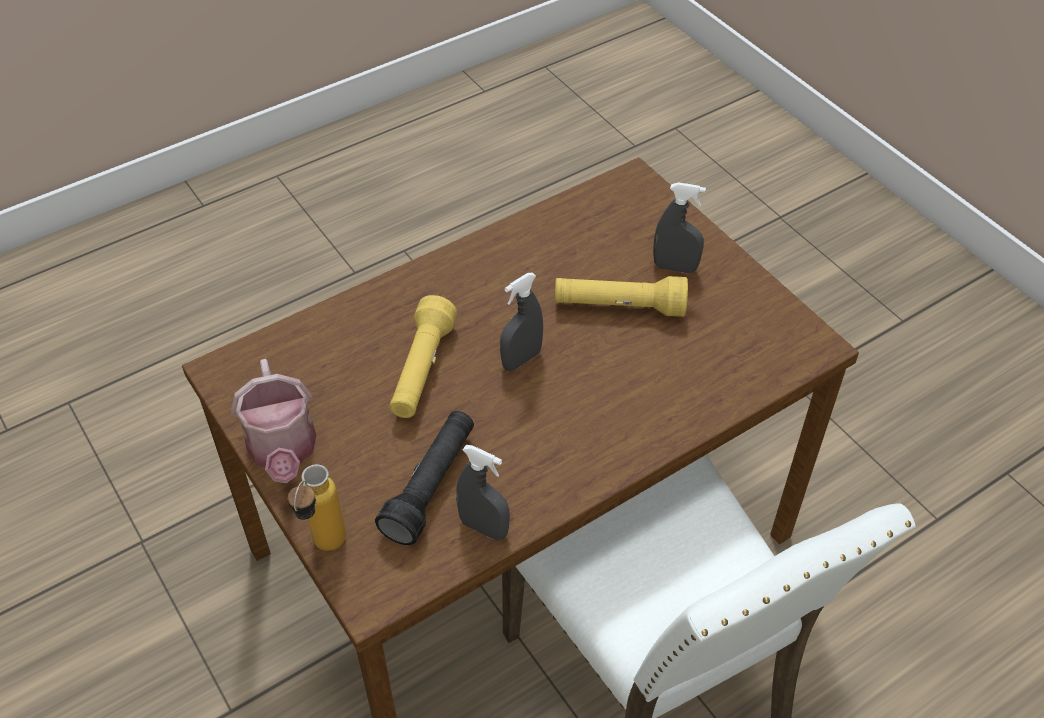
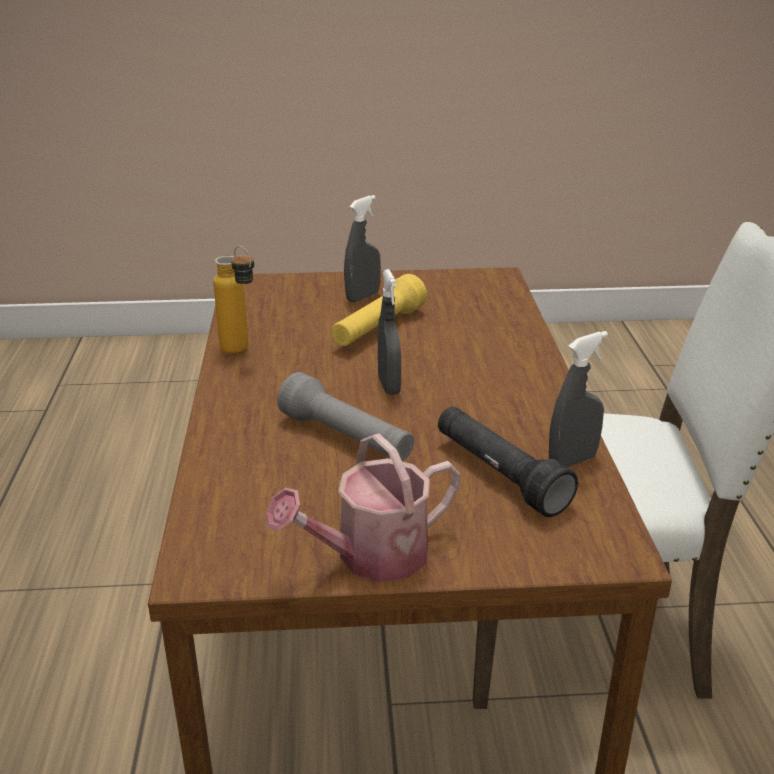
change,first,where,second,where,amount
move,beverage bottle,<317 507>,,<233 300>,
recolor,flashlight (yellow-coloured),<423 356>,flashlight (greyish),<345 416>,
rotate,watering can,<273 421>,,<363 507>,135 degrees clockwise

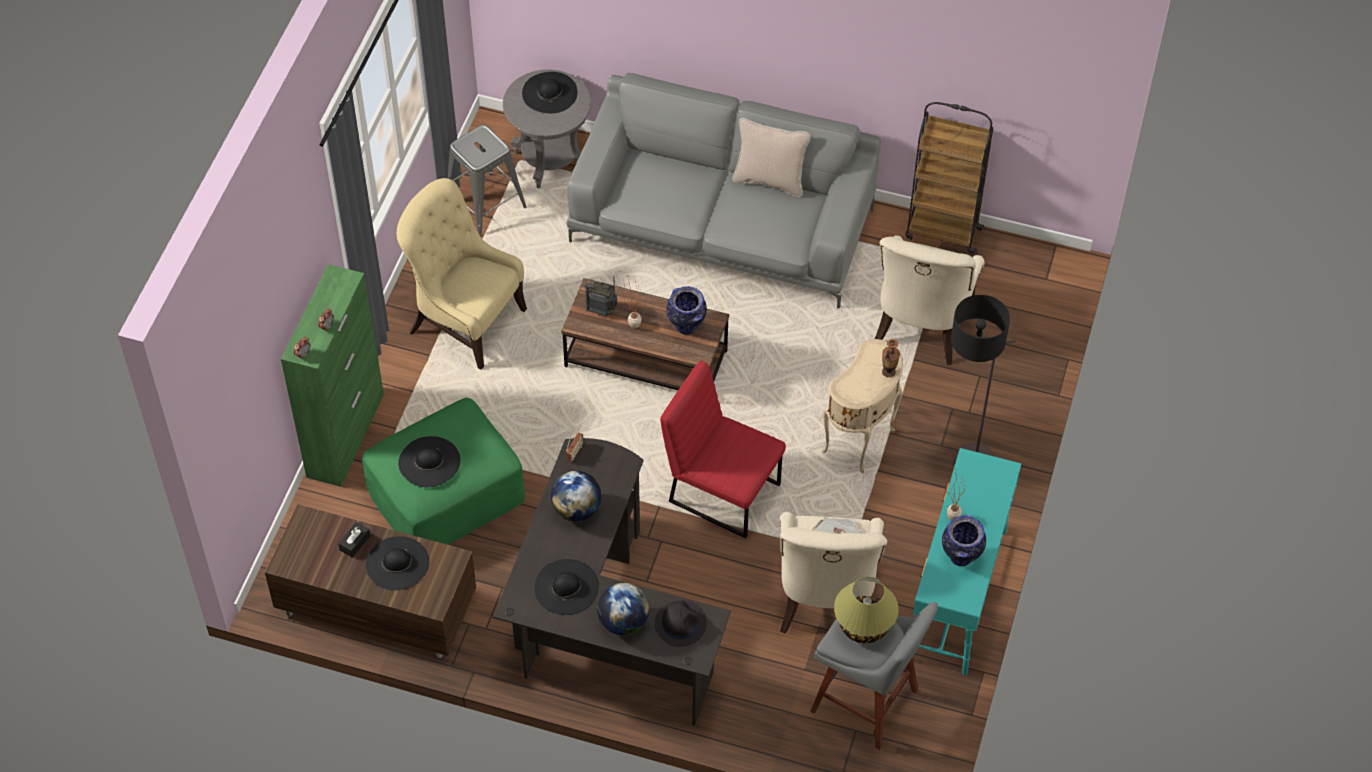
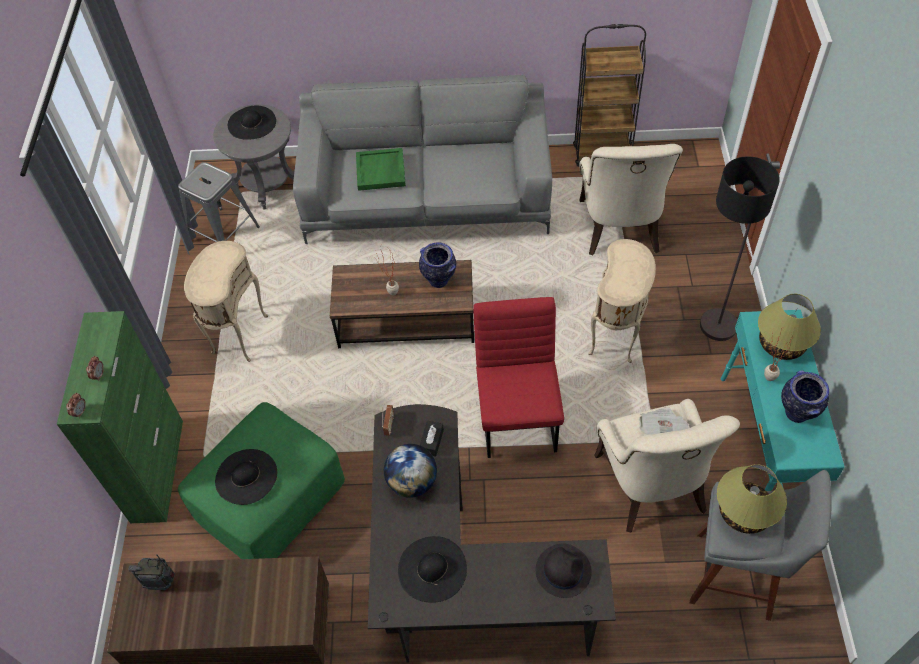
change,first,where,second,where,amount
delete,hat (black),<397 563>,,,
delete,desk globe,<623 609>,,,
delete,throw pillow (beige),<771 157>,,,
delete,flower vase,<891 358>,,,
insert,,,tray (green-coloured),<381 169>,
insert,,,lamp for a table,<789 327>,
move,box of tissues (black),<354 540>,,<432 439>,
move,radio set,<601 296>,,<151 572>,
replace,easy chair (beige),<462 274>,accent table (beige),<226 301>,
rotate,plain chair (red-coloured),<723 450>,,<518 377>,75 degrees clockwise

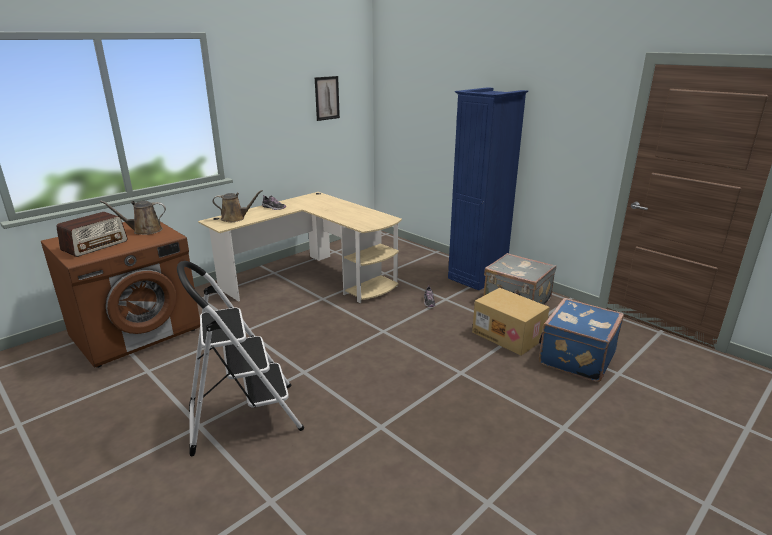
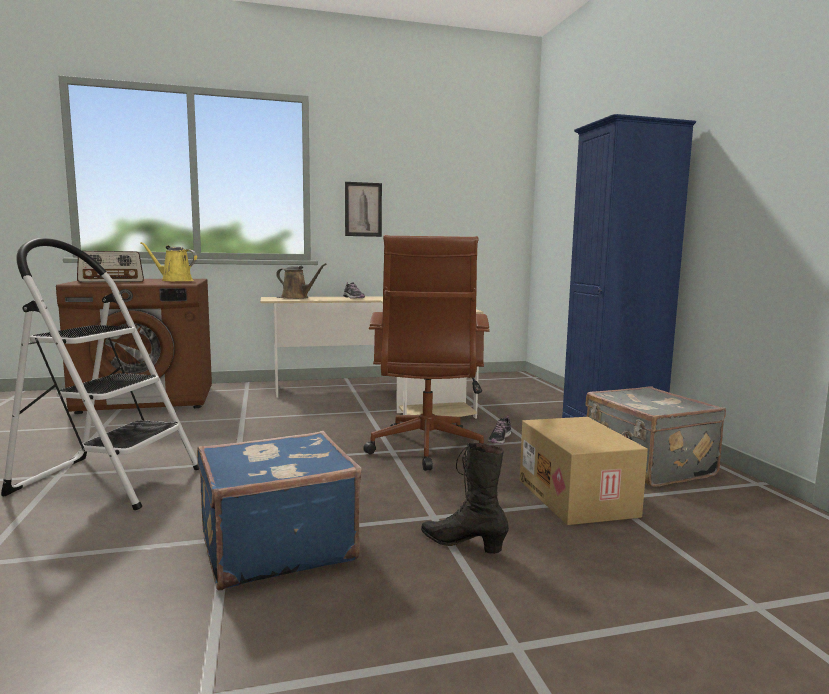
change,first,where,second,where,amount
insert,,,office chair (brownish),<426 353>,
insert,,,tall boot (black),<465 498>,
move,picture,<327 98>,,<363 209>,
move,suitcase (blue),<581 340>,,<279 511>,
recolor,watering can (brownish),<133 217>,watering can (yellow-coloured),<168 261>,

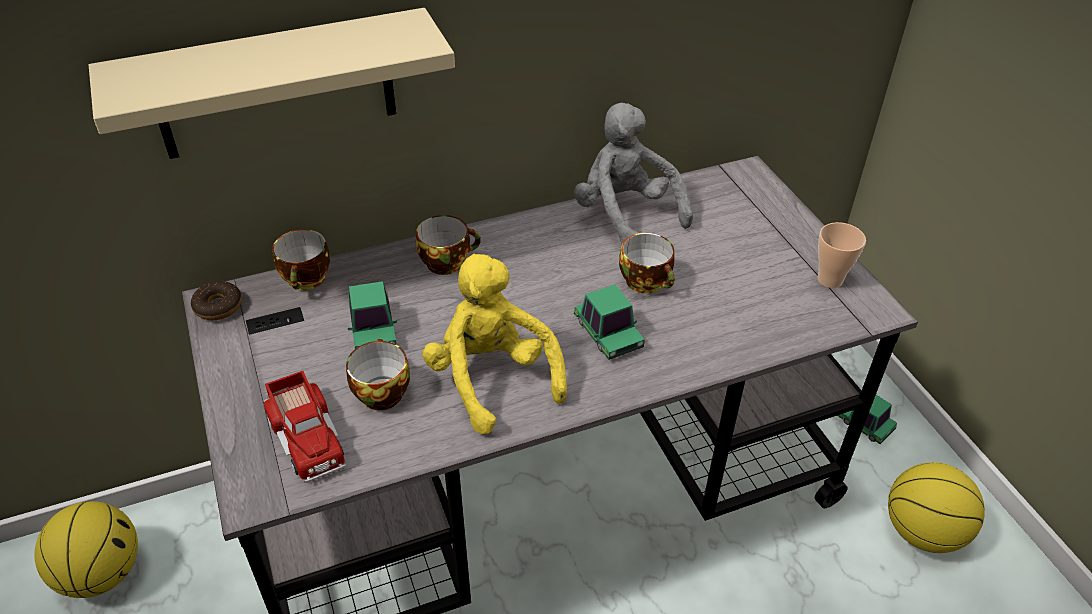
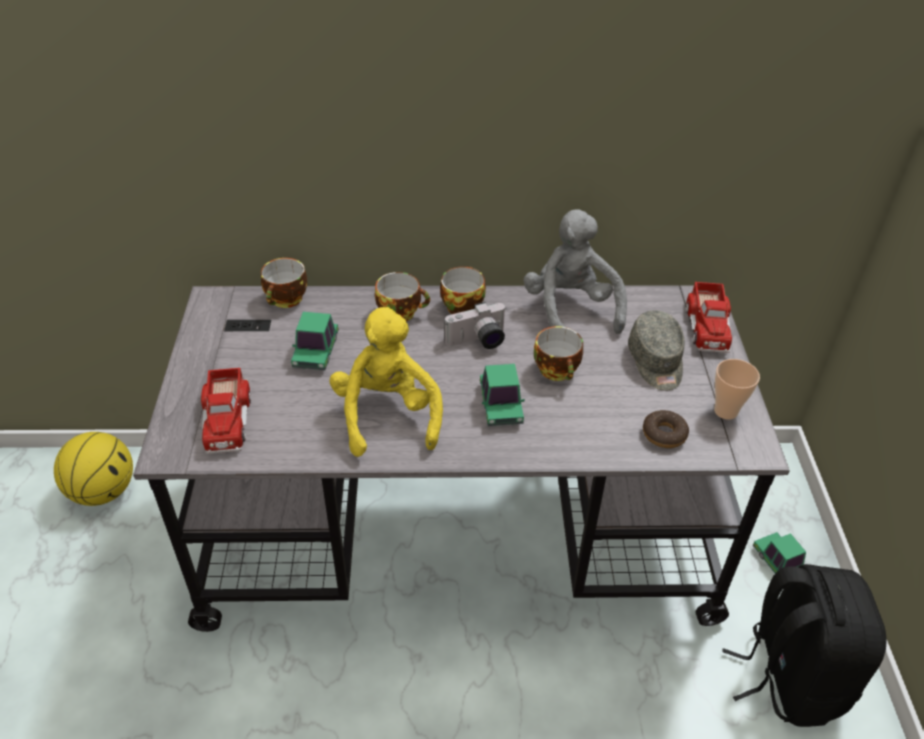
change,first,where,second,where,amount
delete,shelf (beige),<272 83>,,,
insert,,,still camera,<475 325>,
insert,,,cap (greyish),<656 350>,
insert,,,model truck,<709 317>,
move,ring doughnut,<216 300>,,<666 429>,
move,cup,<378 374>,,<463 290>,
replace,basketball,<936 507>,rucksack (black),<804 645>,

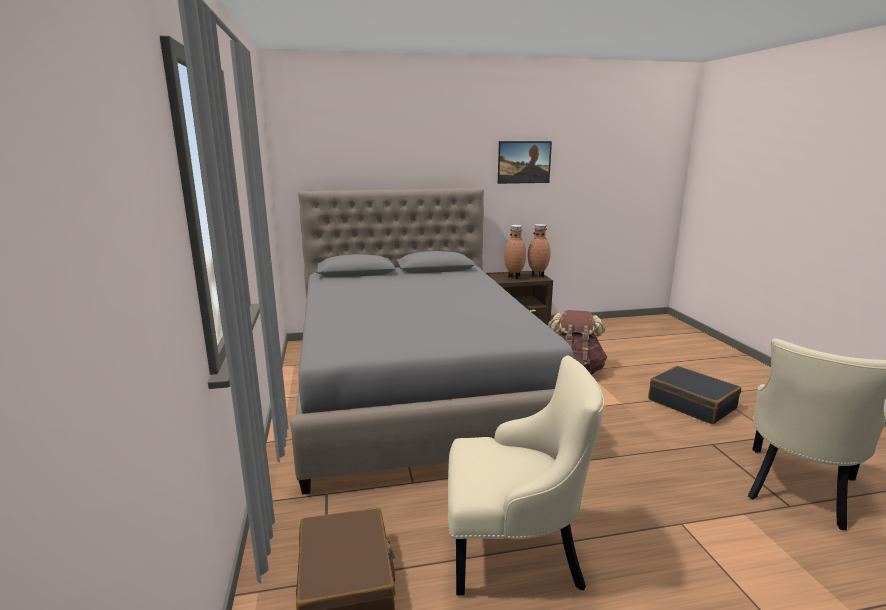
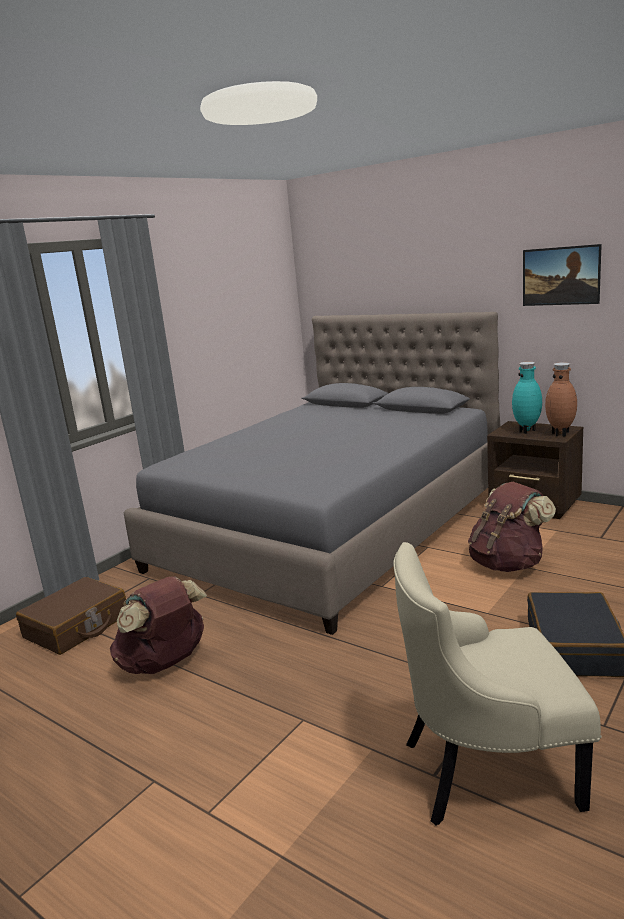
change,first,where,second,where,amount
replace,plain chair (beige),<526 476>,rucksack (brownish),<158 625>,
recolor,flower vase (brownish),<515 252>,flower vase (blue-green),<527 398>,

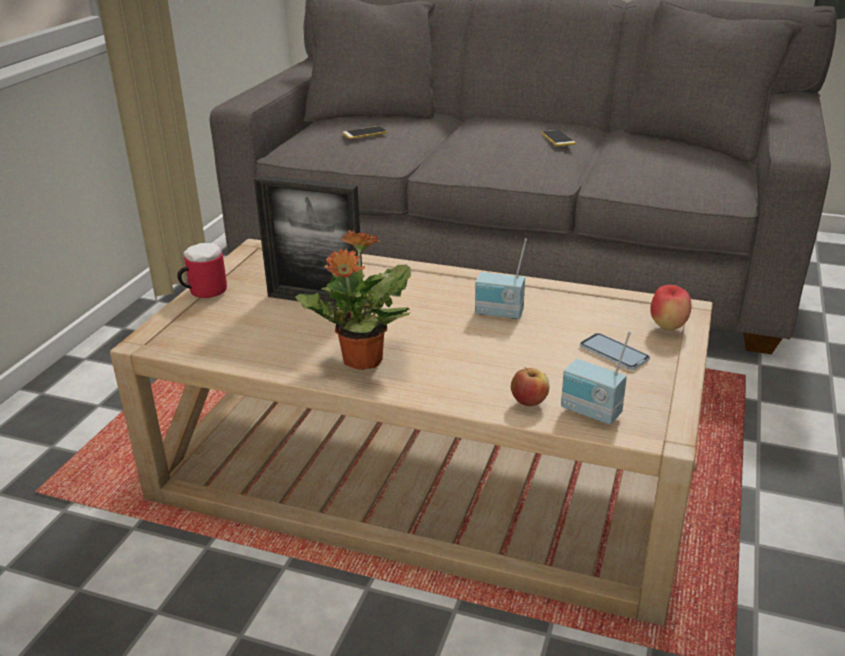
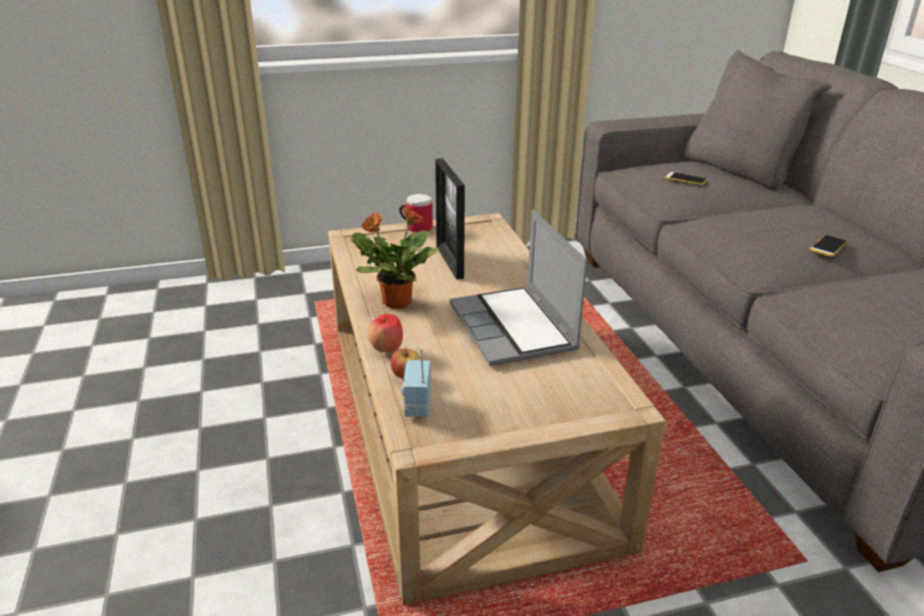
change,first,where,second,where,amount
delete,handset,<615 351>,,,
move,whole apple,<670 307>,,<385 333>,
replace,radio set,<501 278>,laptop,<519 288>,

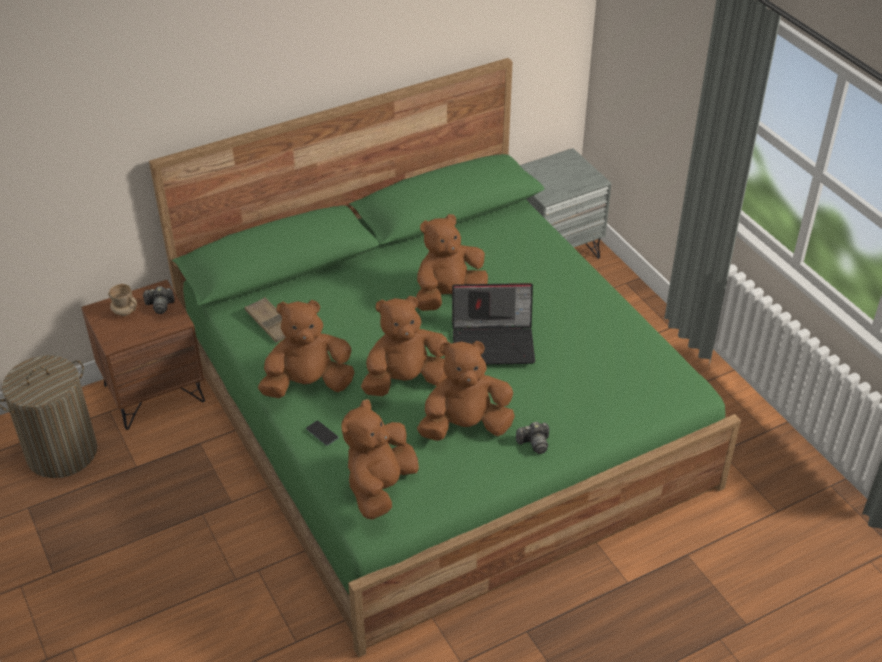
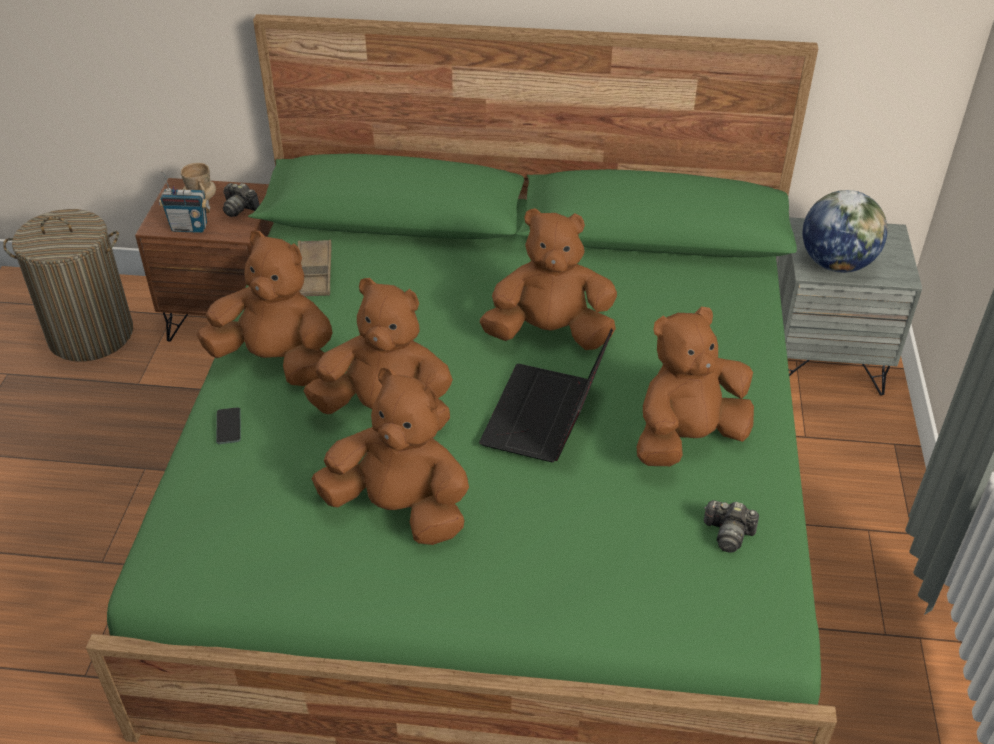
change,first,where,second,where,amount
insert,,,radio set,<185 201>,
insert,,,desk globe,<845 231>,
move,plush toy (brownish),<380 459>,,<695 386>,
move,still camera,<532 438>,,<731 526>,
rotate,laptop,<493 324>,,<546 395>,75 degrees clockwise

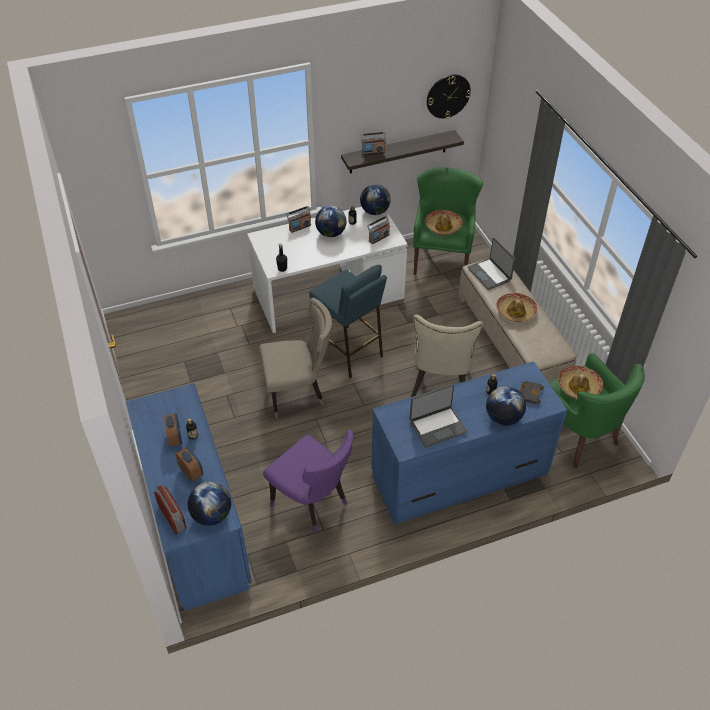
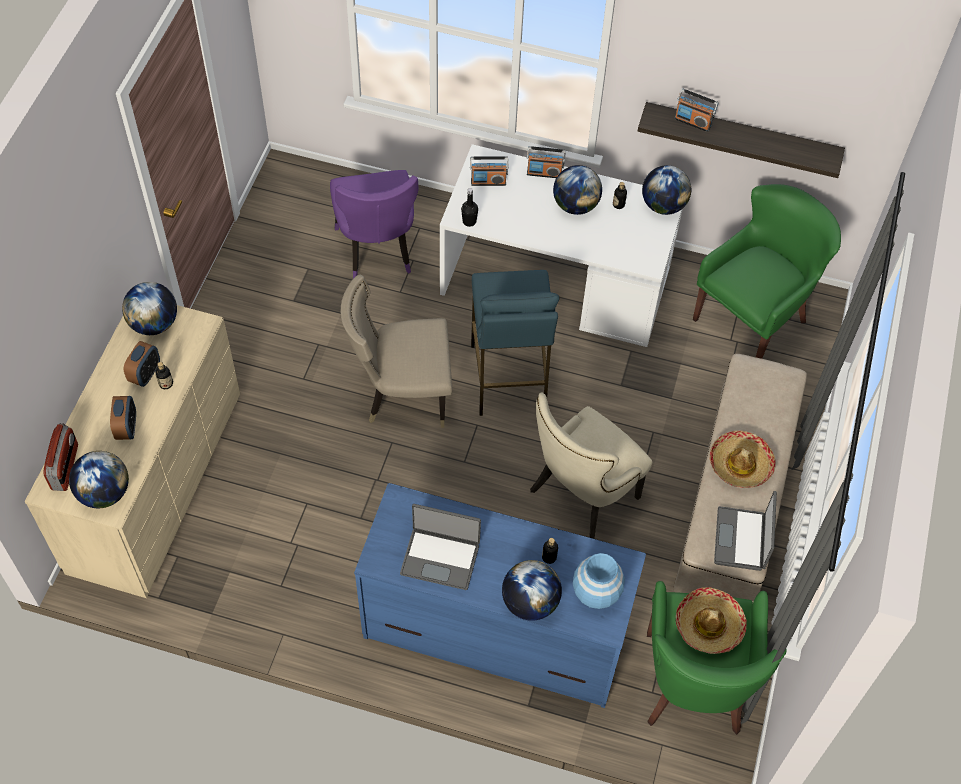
change,first,where,second,where,amount
delete,hat,<444 222>,,,
delete,hanging clock,<449 96>,,,
insert,,,desk globe,<149 308>,
move,plain chair (purple-coloured),<308 481>,,<374 224>,
move,radio set,<378 230>,,<489 171>,
move,laptop,<491 264>,,<745 531>,
replace,book (black),<532 392>,flower vase (blue),<599 581>,
recolor,drawer chest (blue),<189 497>,drawer chest (beige),<132 451>,
rotate,plain chair (beige),<295 358>,,<396 351>,150 degrees clockwise

